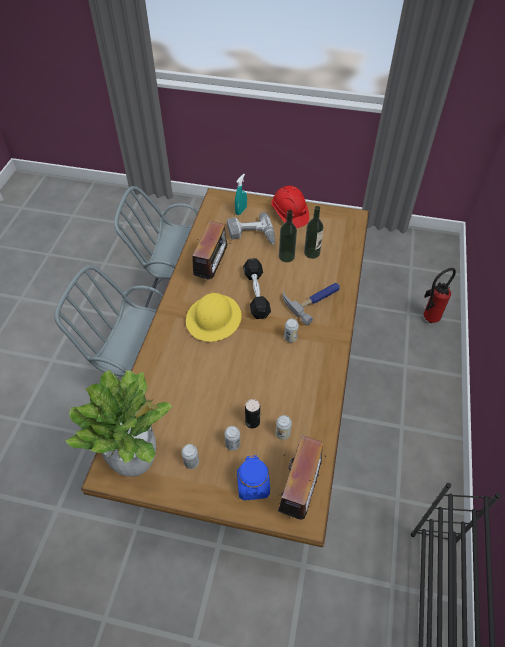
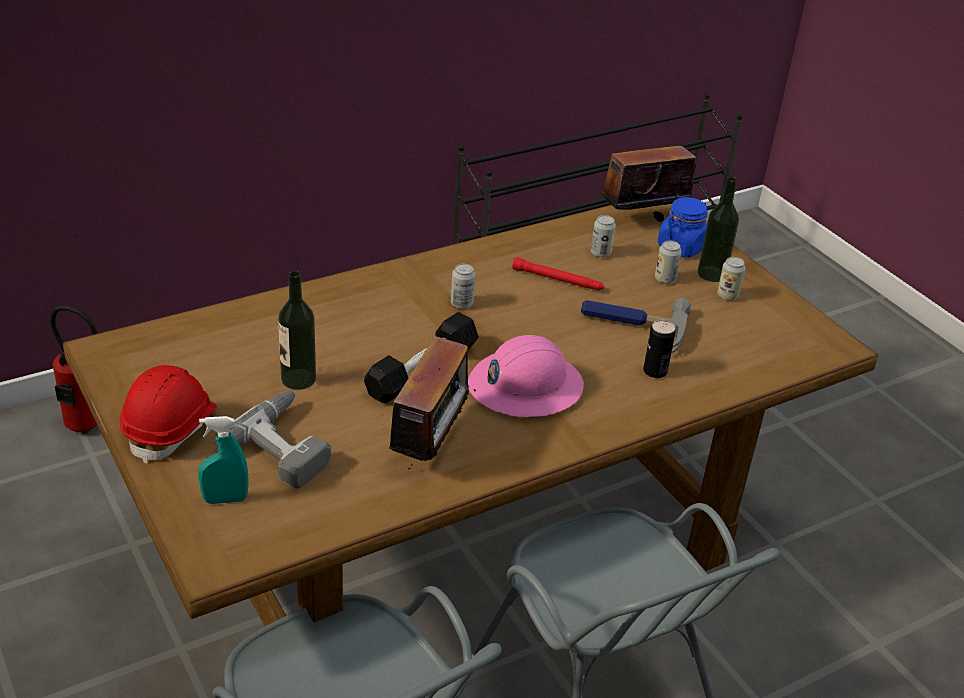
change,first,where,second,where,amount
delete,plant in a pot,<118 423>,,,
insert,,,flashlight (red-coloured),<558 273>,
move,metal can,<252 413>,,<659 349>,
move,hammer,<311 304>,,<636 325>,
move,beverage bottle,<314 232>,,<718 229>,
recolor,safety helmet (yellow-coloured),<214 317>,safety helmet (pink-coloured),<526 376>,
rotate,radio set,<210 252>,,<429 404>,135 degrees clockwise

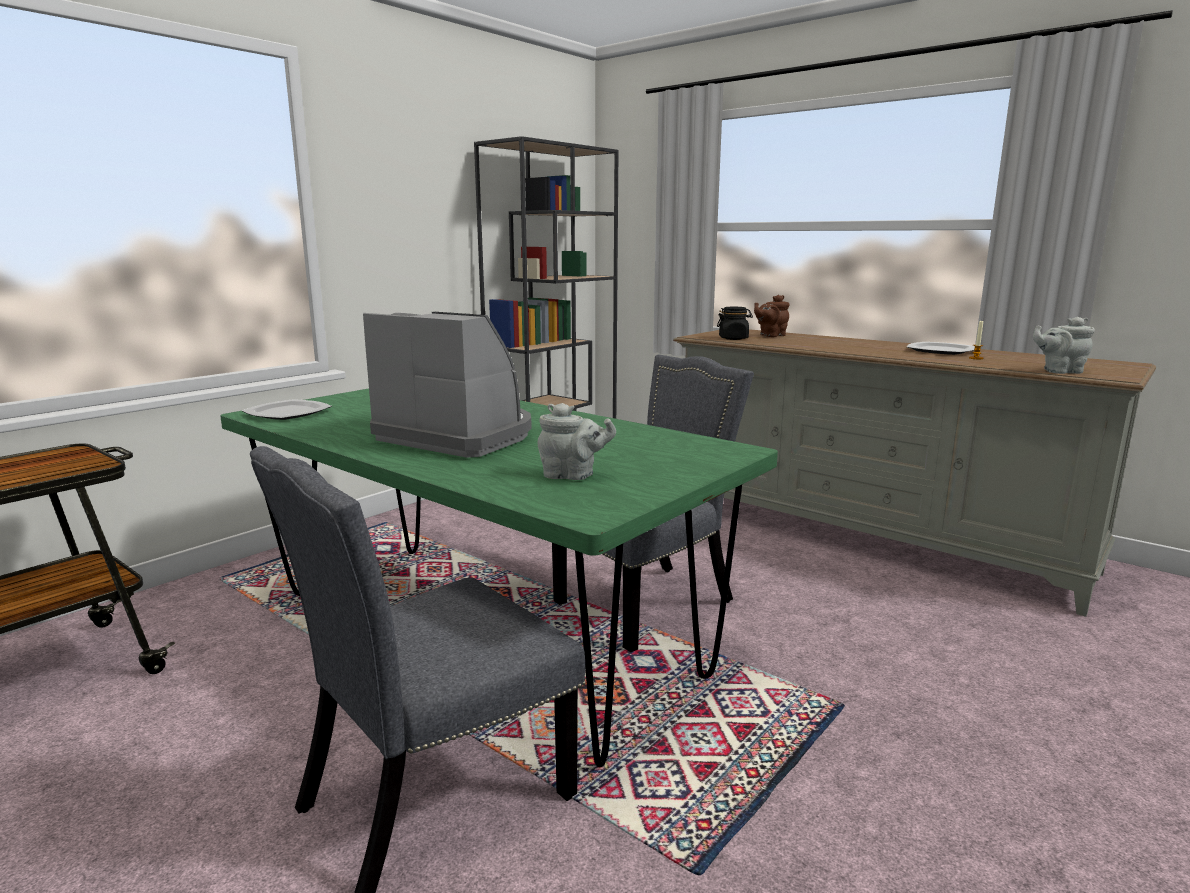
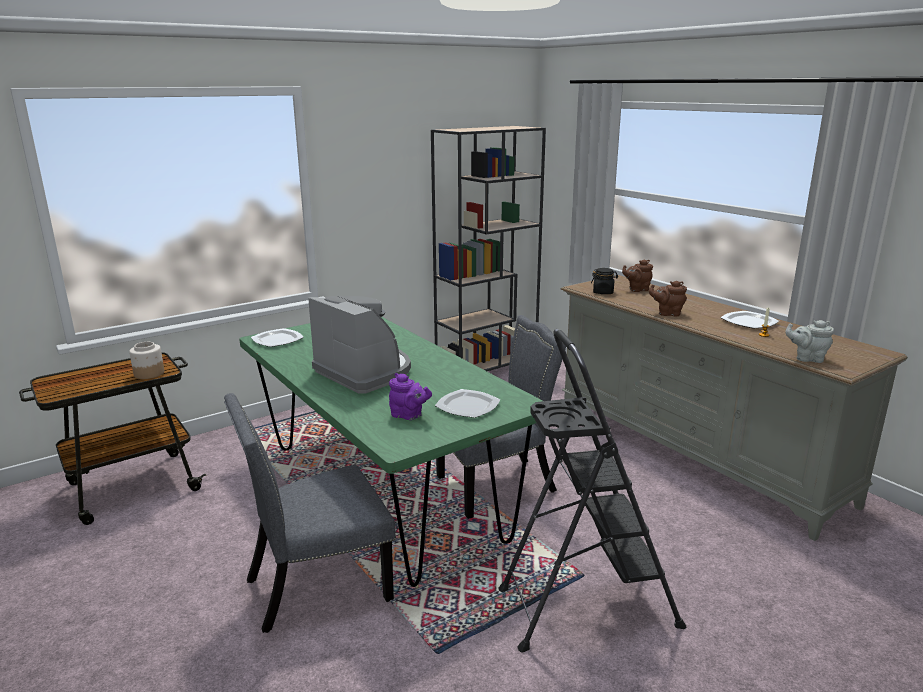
change,first,where,second,where,amount
insert,,,jar,<146 360>,
insert,,,dinner plate,<467 403>,
insert,,,step ladder,<592 490>,
insert,,,tea pot (brownish),<668 298>,
recolor,tea pot (greyish),<577 441>,tea pot (purple-coloured),<410 396>,

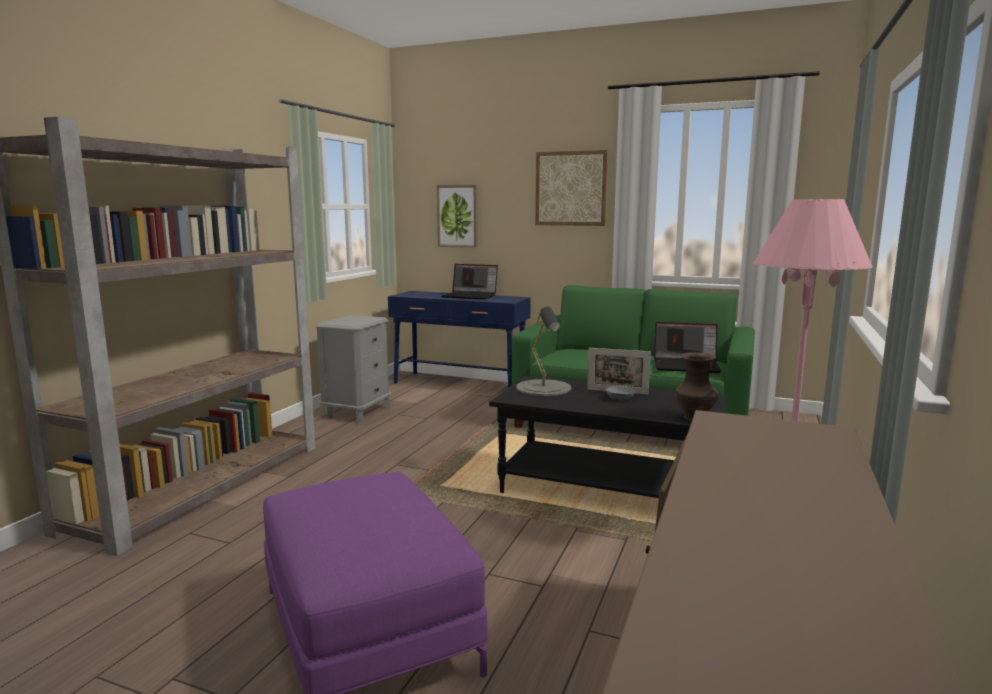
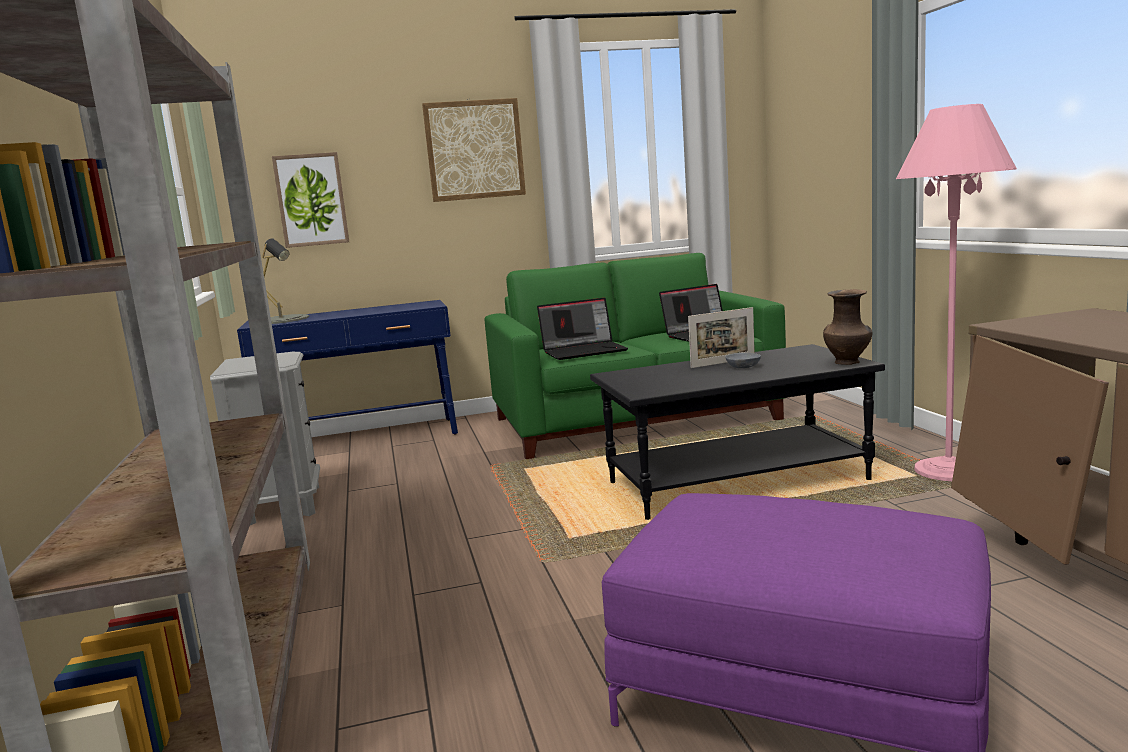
change,first,where,second,where,amount
move,laptop,<470 281>,,<582 329>,
move,lamp for a table (greyish),<543 351>,,<285 281>,

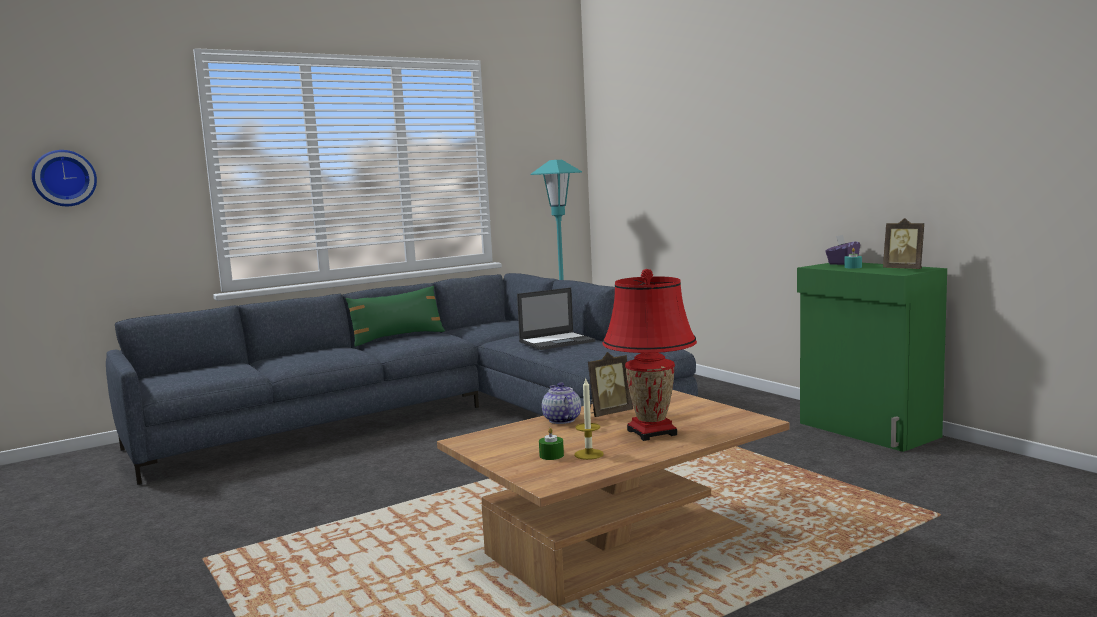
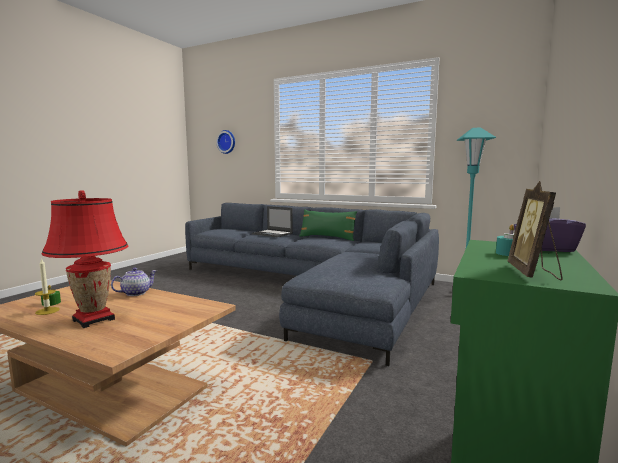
change,first,where,second,where,amount
delete,standing frame,<610 384>,,,
move,laptop,<556 318>,,<272 221>,

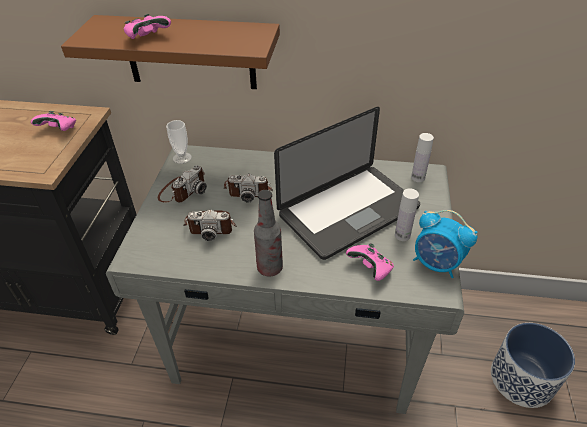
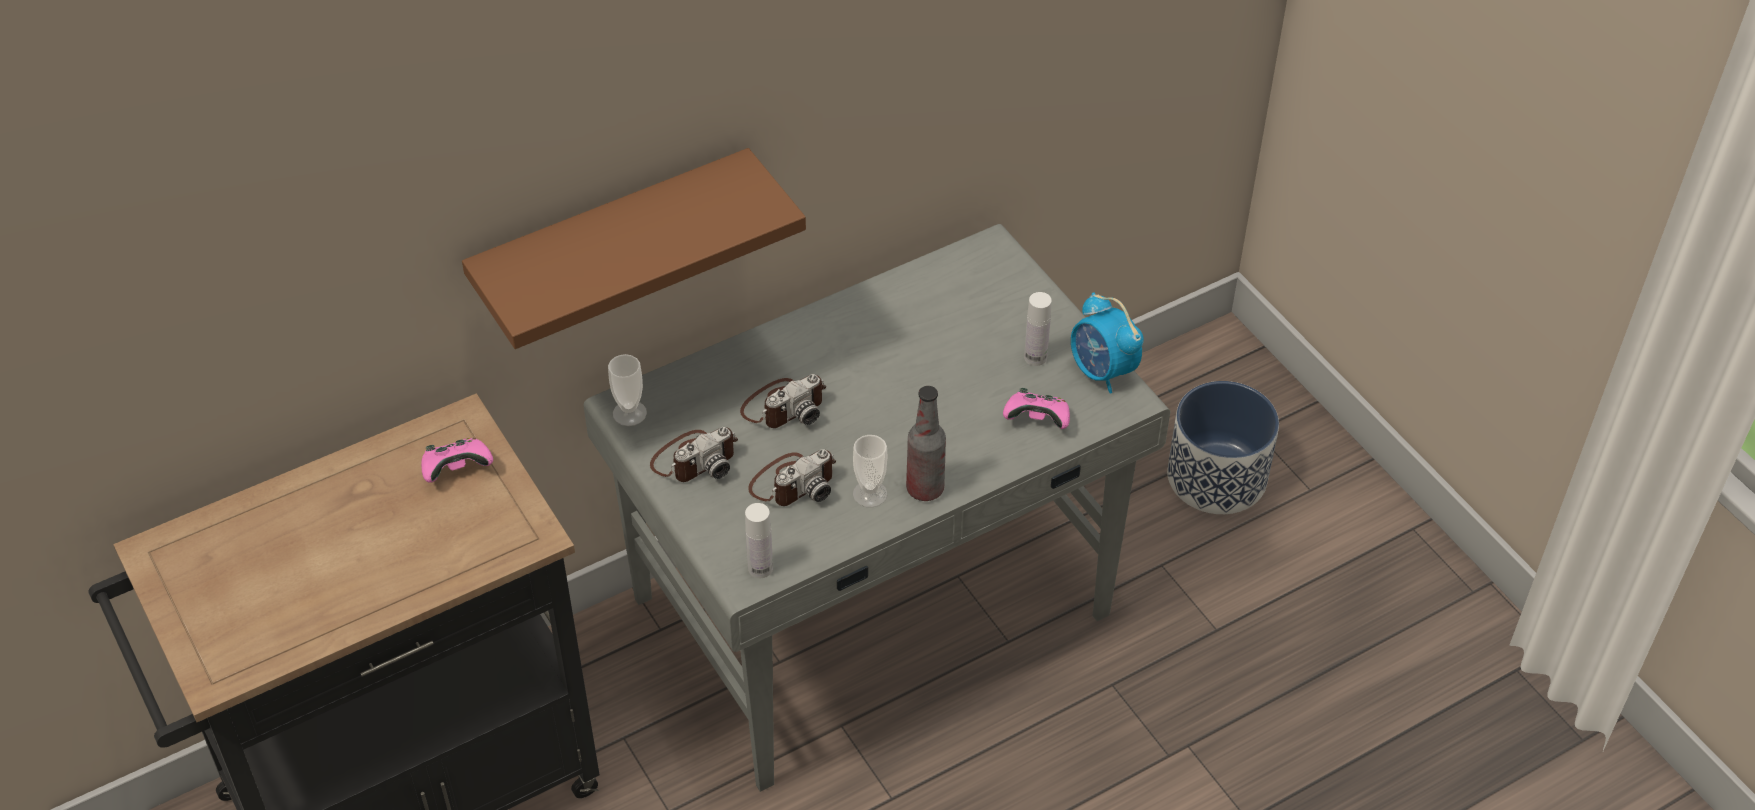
change,first,where,second,where,amount
delete,gamepad (pink-coloured),<147 26>,,,
delete,laptop,<347 183>,,,
insert,,,cup,<870 471>,
move,beverage bottle (white),<422 157>,,<759 540>,
rotate,still camera,<182 184>,,<694 454>,60 degrees clockwise
rotate,table clock,<445 244>,,<1107 342>,60 degrees clockwise

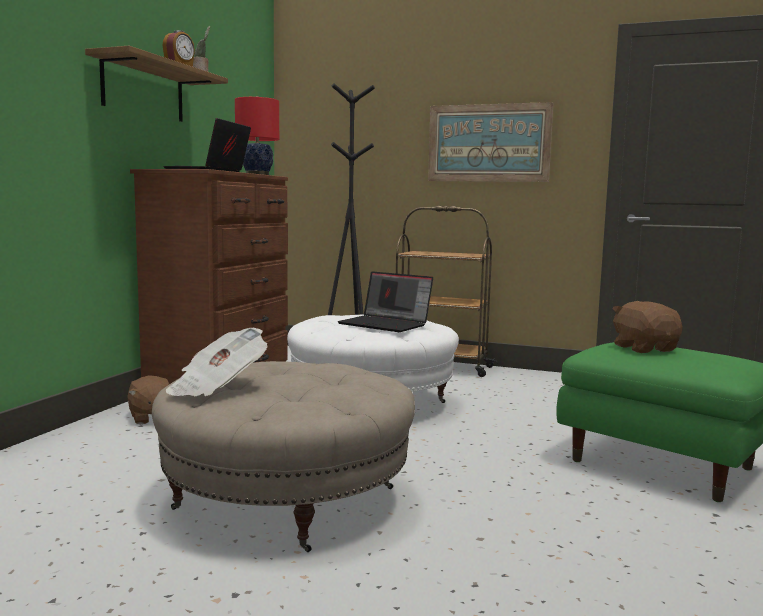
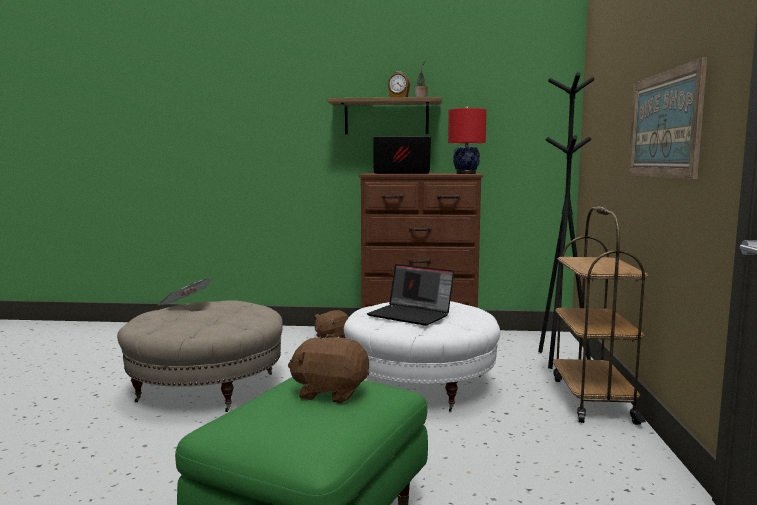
change,first,where,second,where,amount
rotate,laptop,<385 301>,,<410 295>,75 degrees counterclockwise
rotate,plush toy (brownish),<647 327>,,<328 369>,135 degrees counterclockwise

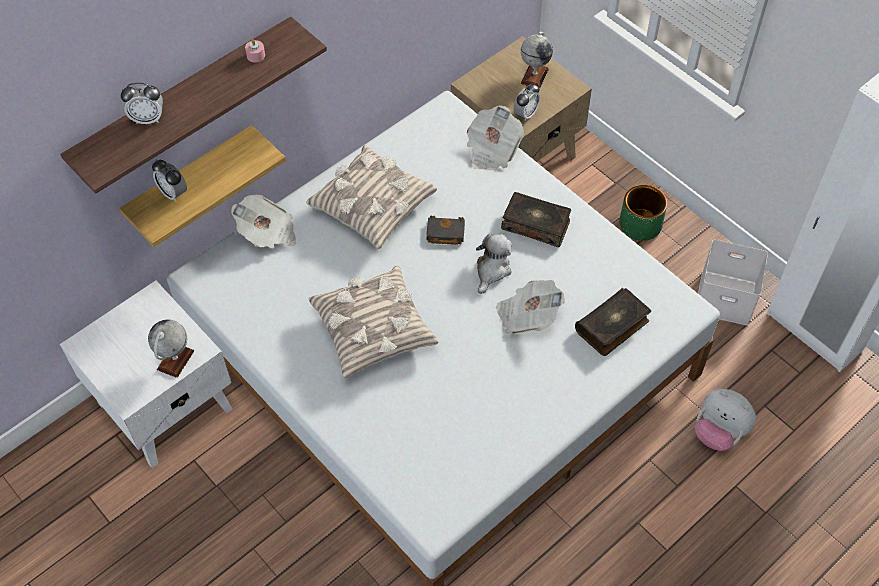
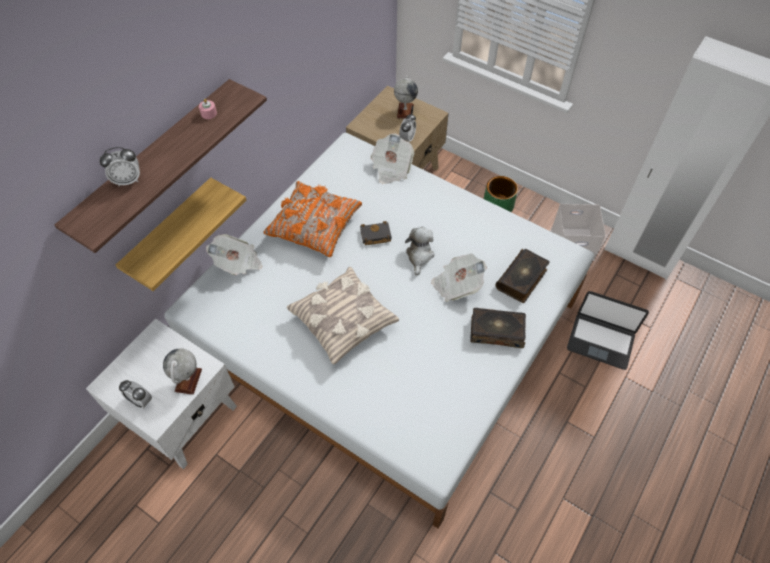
change,first,where,second,where,amount
move,table clock,<169 181>,,<135 394>,
move,book,<536 219>,,<498 328>,
replace,plush toy,<725 420>,laptop,<608 330>,
recolor,throw pillow (beige),<371 197>,throw pillow (orange),<312 219>,

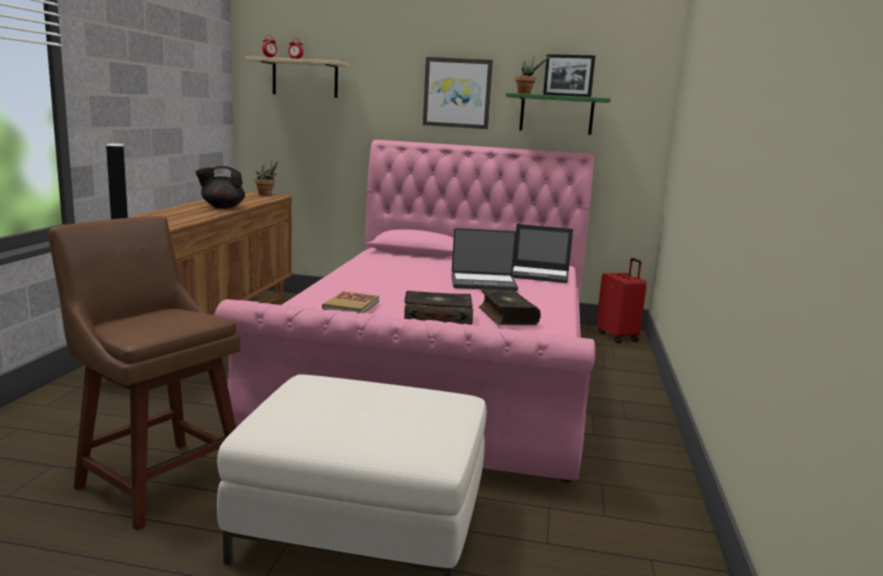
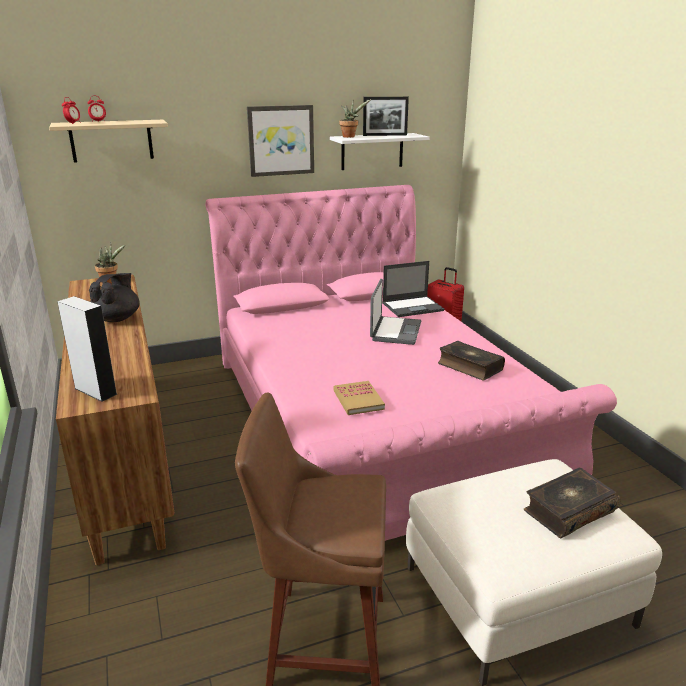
change,first,where,second,where,amount
move,book,<438 308>,,<571 502>,
recolor,shelf (green-coloured),<558 114>,shelf (white),<380 151>,
rotate,tea pot (black),<220 187>,,<114 297>,150 degrees clockwise
rotate,laptop,<484 259>,,<395 312>,45 degrees counterclockwise

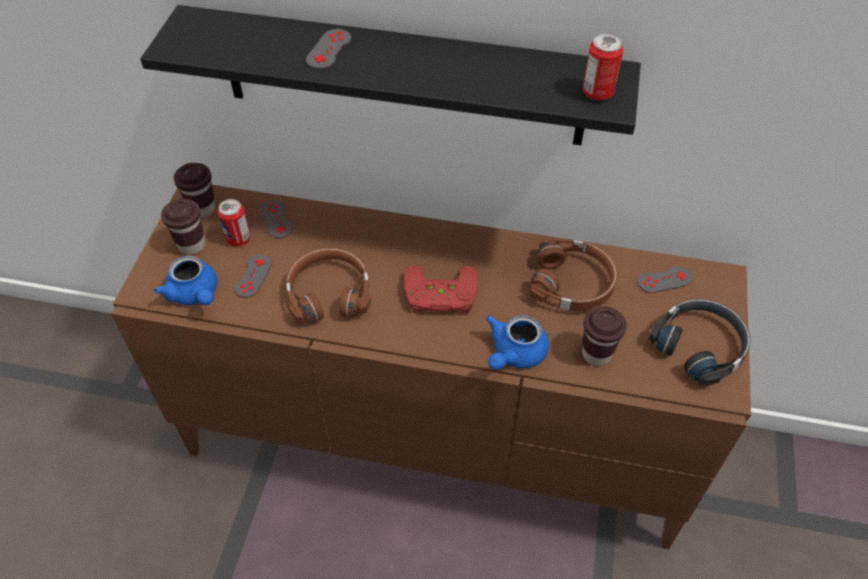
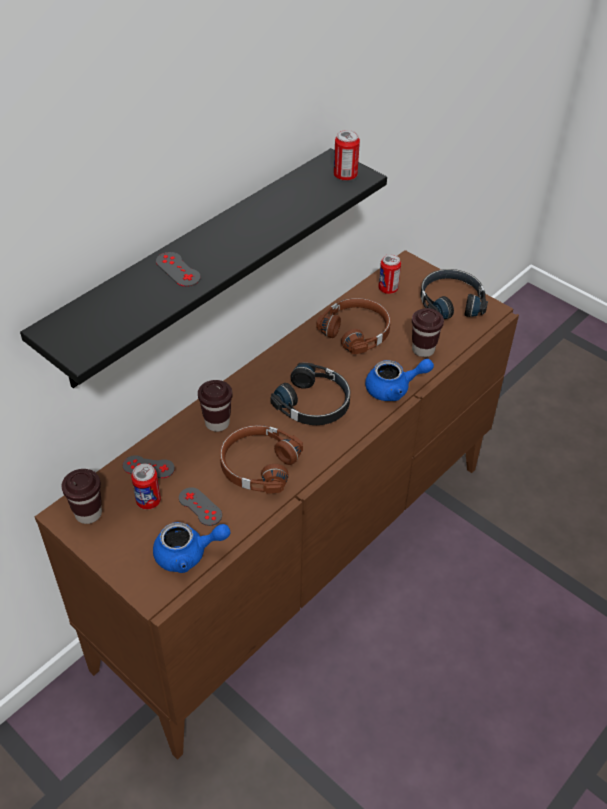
change,first,where,second,where,amount
move,cup (brownish),<183 227>,,<215 406>,
replace,gamepad (red-coloured),<441 289>,pair of headphones (black),<310 394>,
replace,gamepad (greyish),<665 280>,metal can,<389 274>,
rotate,tea pot (blue),<517 342>,,<399 380>,75 degrees counterclockwise

